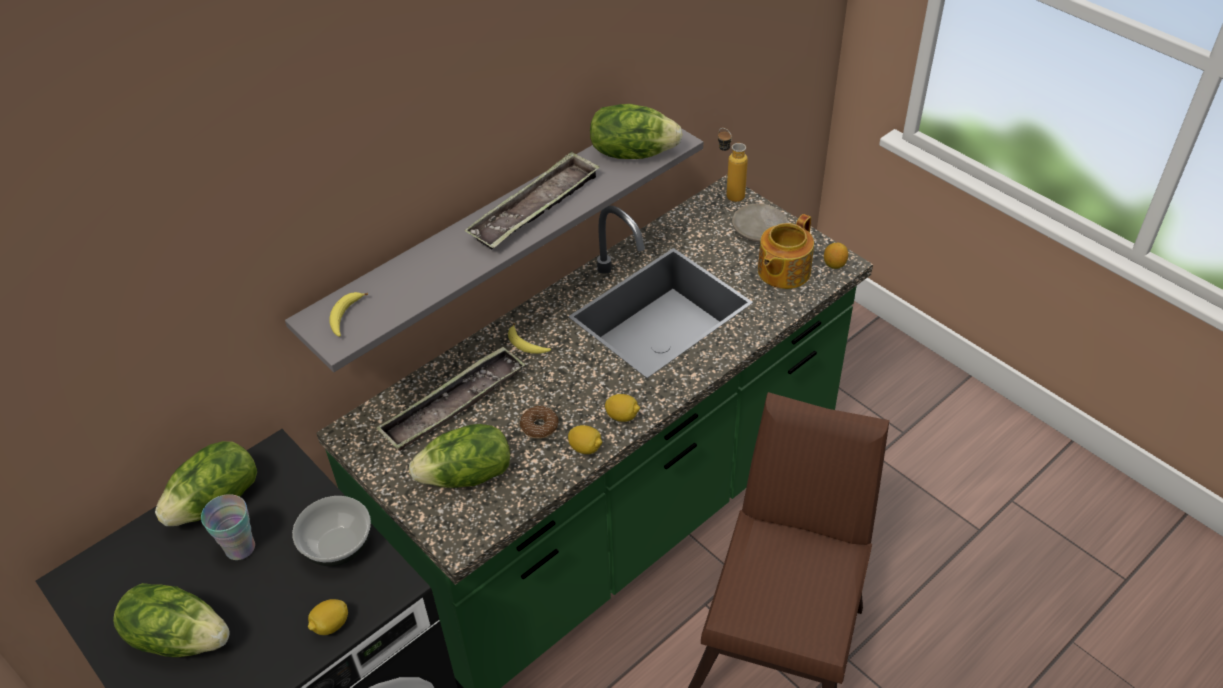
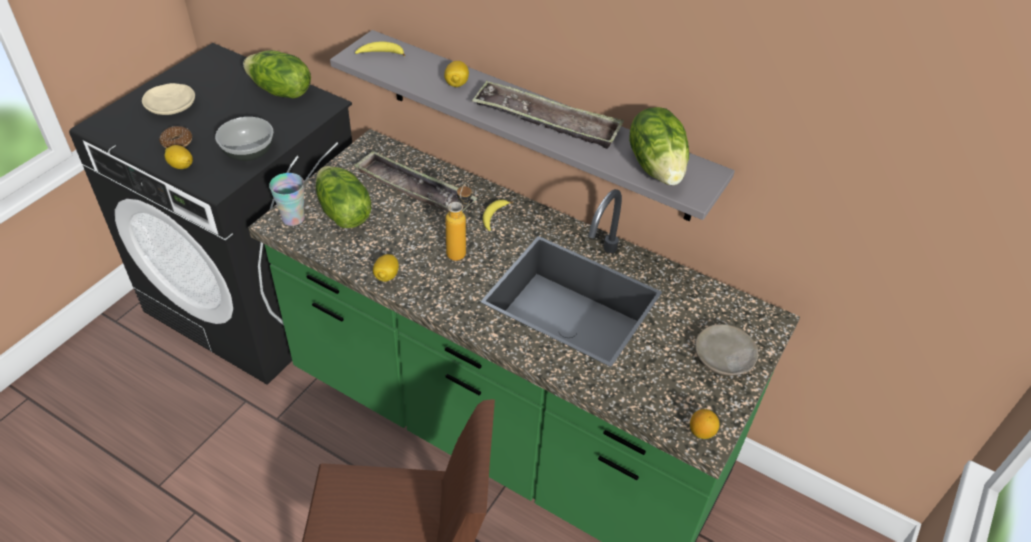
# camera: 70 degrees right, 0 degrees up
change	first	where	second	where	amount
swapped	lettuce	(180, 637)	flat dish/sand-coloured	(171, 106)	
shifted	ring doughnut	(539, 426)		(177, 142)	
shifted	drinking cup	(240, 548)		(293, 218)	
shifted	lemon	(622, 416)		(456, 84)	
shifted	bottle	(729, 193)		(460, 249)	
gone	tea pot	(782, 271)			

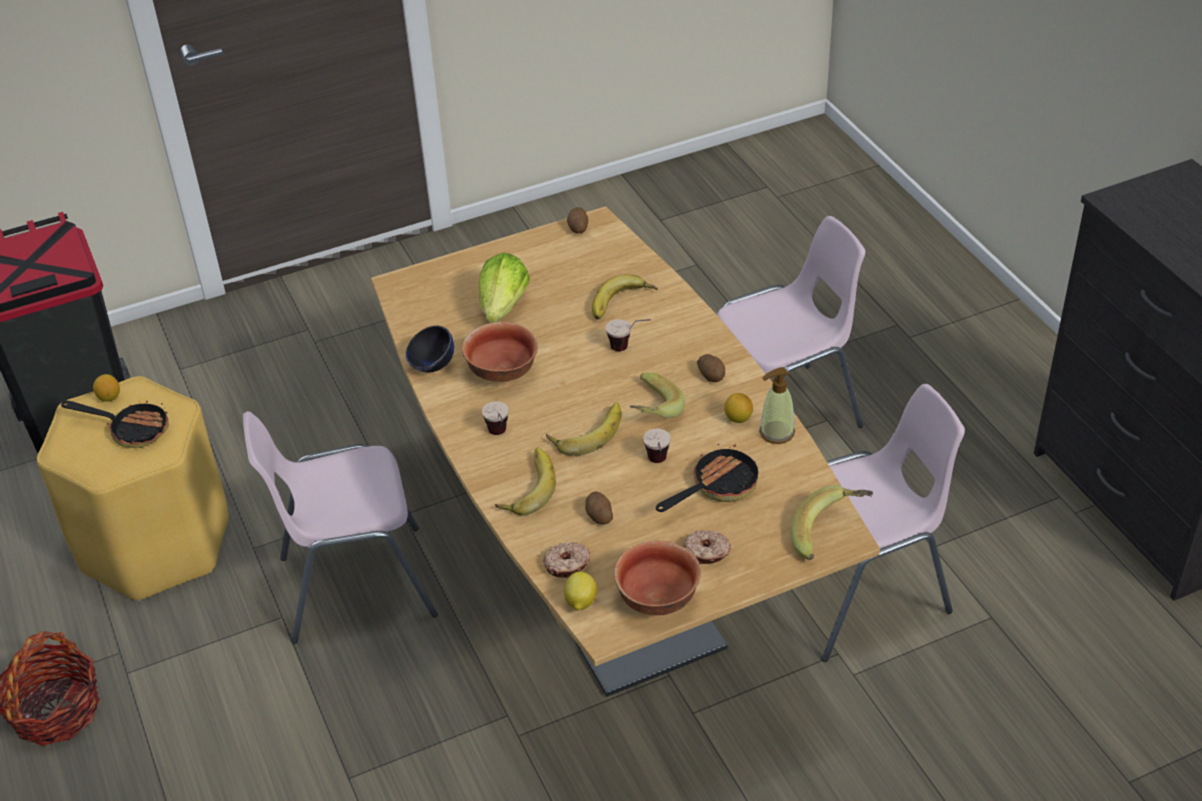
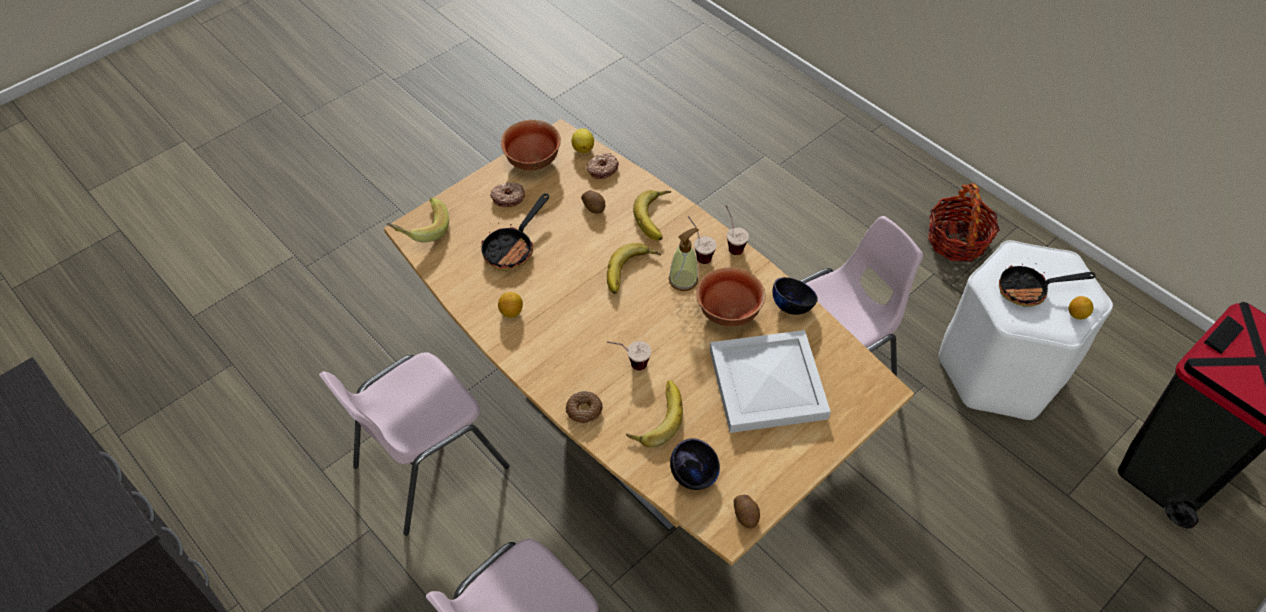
# camera: 160 degrees right, 10 degrees up
change	first	where	second	where	amount
new			ring doughnut	(584, 410)	
shifted	liquid soap bottle	(776, 432)		(683, 280)	
new			serving bowl/blackish	(694, 475)	
swapped	lettuce	(503, 307)	carrying tray/whitish	(766, 385)	
shifted	drinking cup	(658, 465)		(732, 243)	
repainted	sitting stool/yellow-coloured	(156, 543)	sitting stool/whitish	(1000, 370)	
gone	banana fruit	(649, 411)			
gone	spud	(712, 375)			

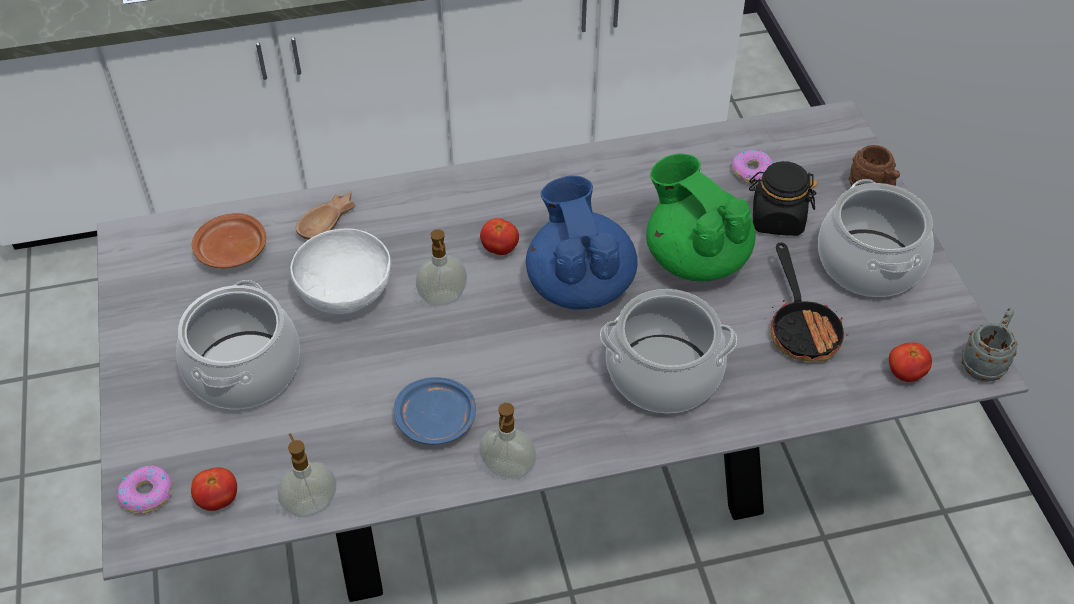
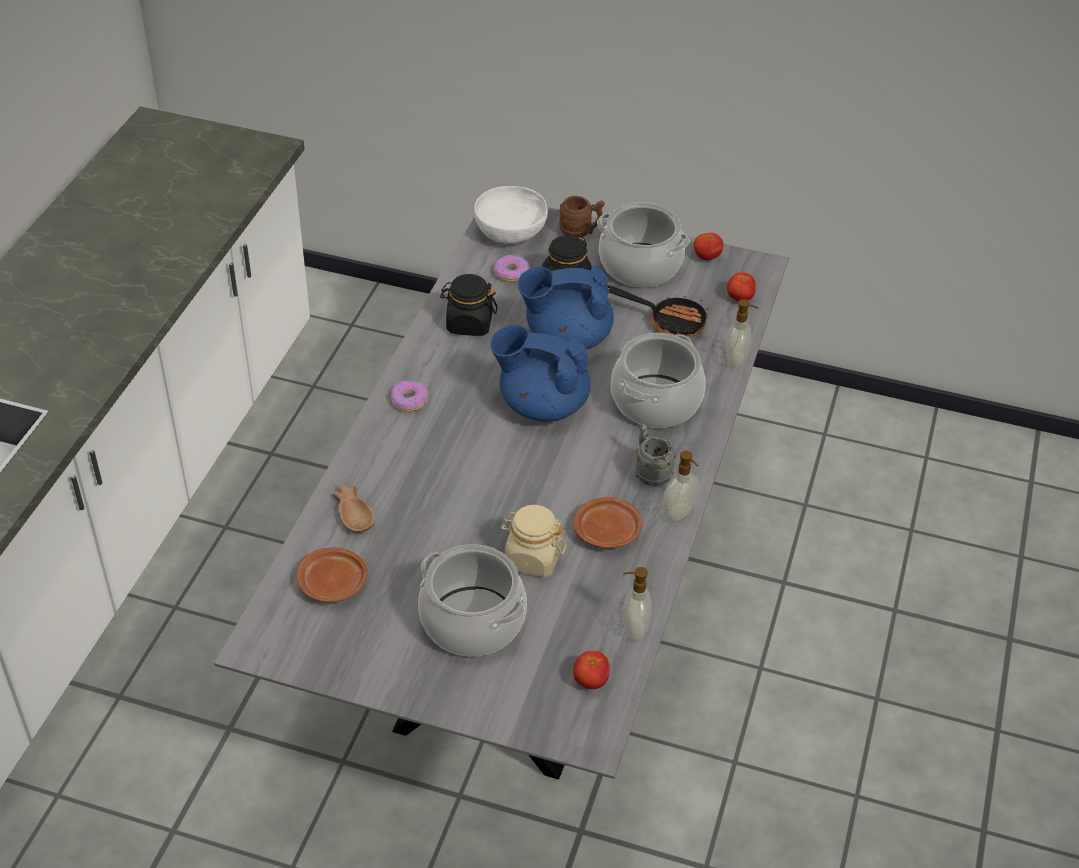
# camera: 60 degrees left, 5 degrees down
change	first	where	second	where	amount
shifted	ring doughnut	(146, 494)		(409, 400)	
new			jar/blackish	(469, 324)	
shifted	serving bowl/whitish	(346, 291)		(510, 231)	
new			jar/sand-coloured	(532, 558)	
repainted	tea pot/greenish	(695, 257)	tea pot/blue-coloured	(566, 338)	
repainted	flat dish/blue-coloured	(436, 420)	flat dish/brown-coloured	(608, 531)	
shifted	tea mug/gray	(985, 363)		(650, 472)	
shifted	tomato	(500, 249)		(706, 257)	
shifted	liquid soap bottle	(443, 299)		(737, 360)	

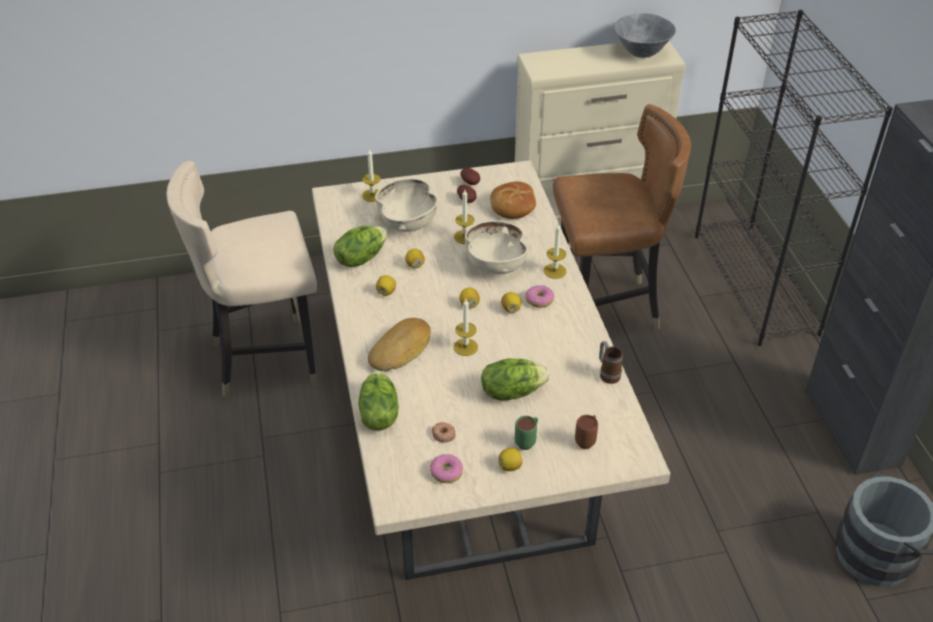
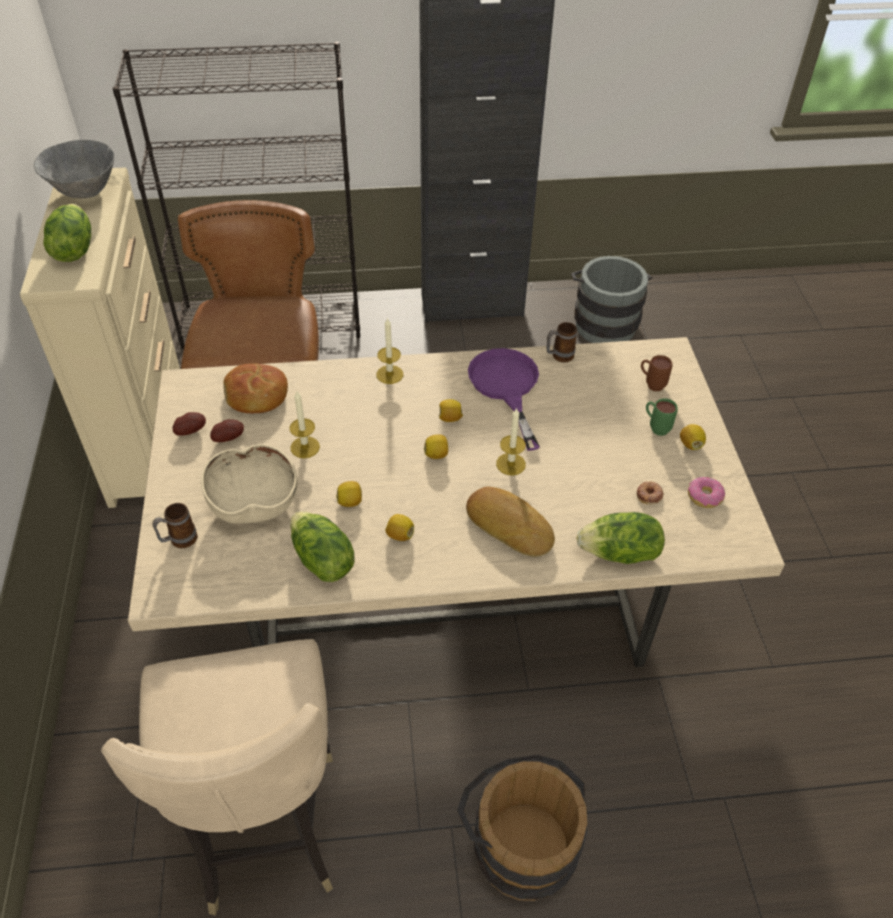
# camera: 85 degrees left, 5 degrees up
change	first	where	second	where	amount
shifted	lettuce	(512, 391)		(73, 250)	
swapped	candle	(372, 195)	tea mug	(179, 541)	
new			bucket/brown-coloured	(519, 841)	
new			pan/purple-coloured	(506, 387)	
gone	serving bowl/sand-coloured	(495, 264)			
gone	ring doughnut	(539, 300)			

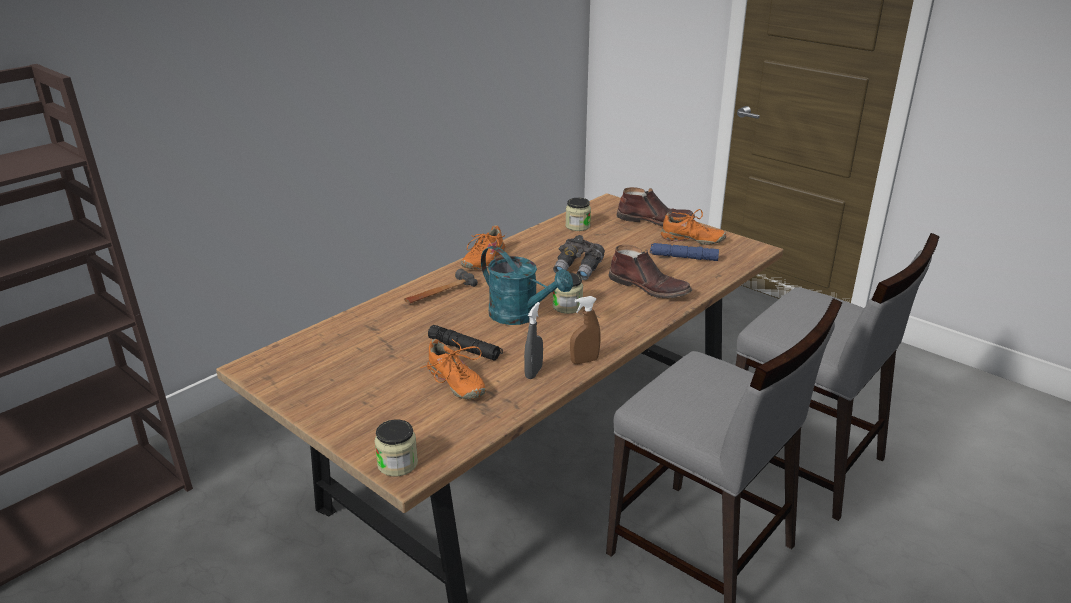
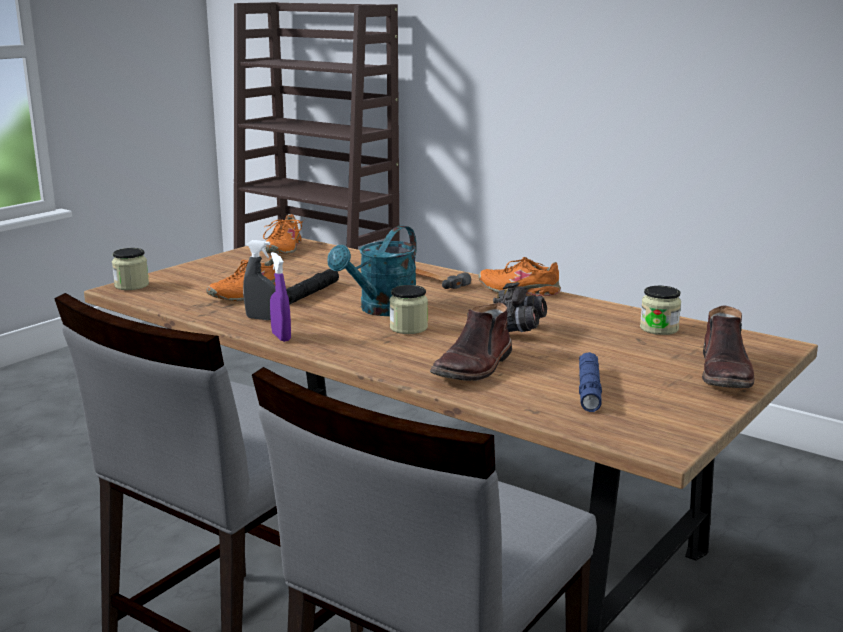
# camera: 85 degrees right, 10 degrees down
change	first	where	second	where	amount
shifted	low shoe/orange	(692, 240)		(282, 249)	
repainted	sprayer/brown-coloured	(584, 361)	sprayer/purple-coloured	(281, 337)	

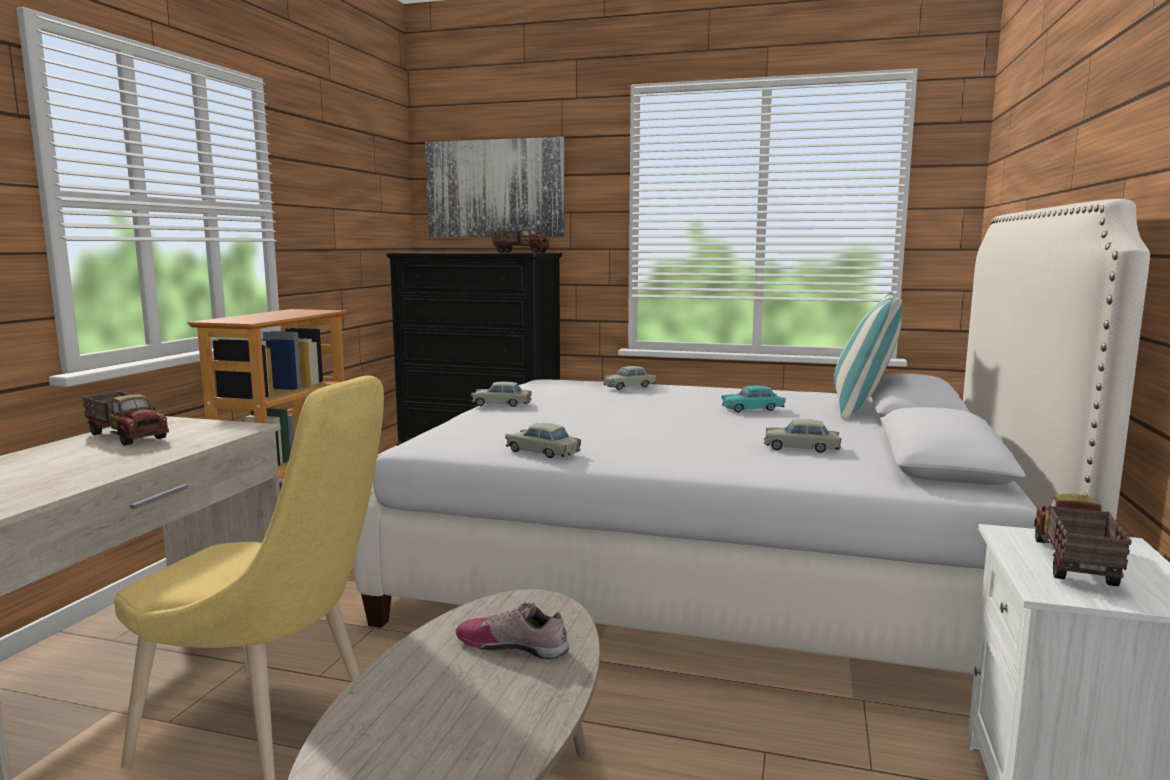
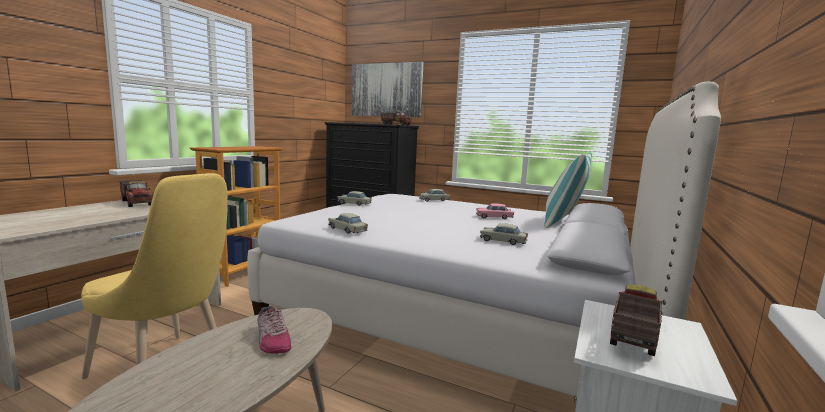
# camera: 10 degrees right, 0 degrees up
change	first	where	second	where	amount
rotated	low shoe	(513, 645)		(272, 340)	150 degrees counterclockwise
repainted	model car/turquoise-coloured	(752, 409)	model car/pink	(494, 217)	

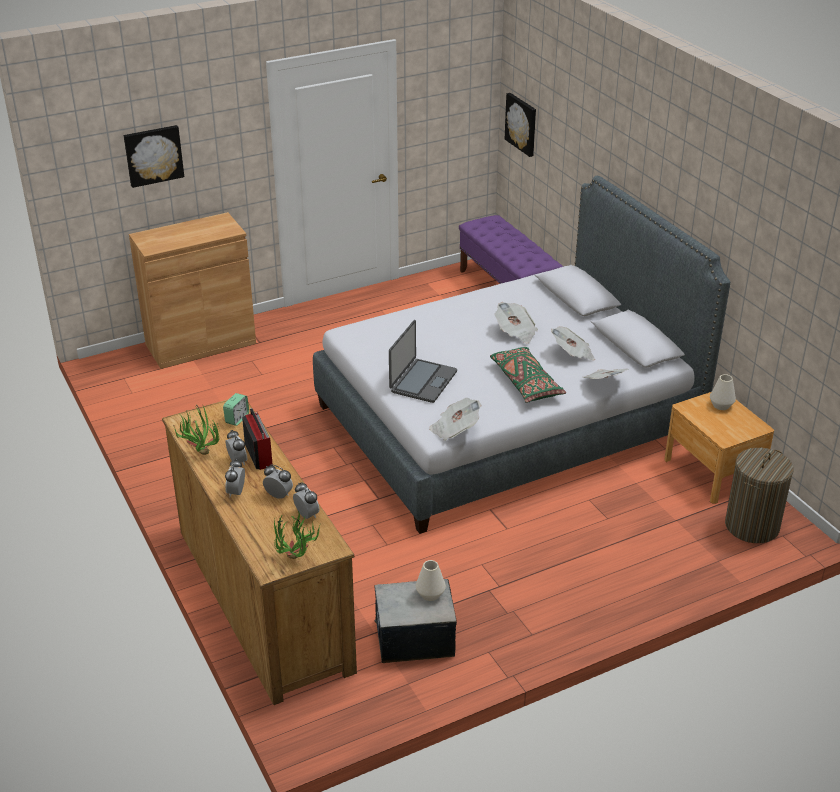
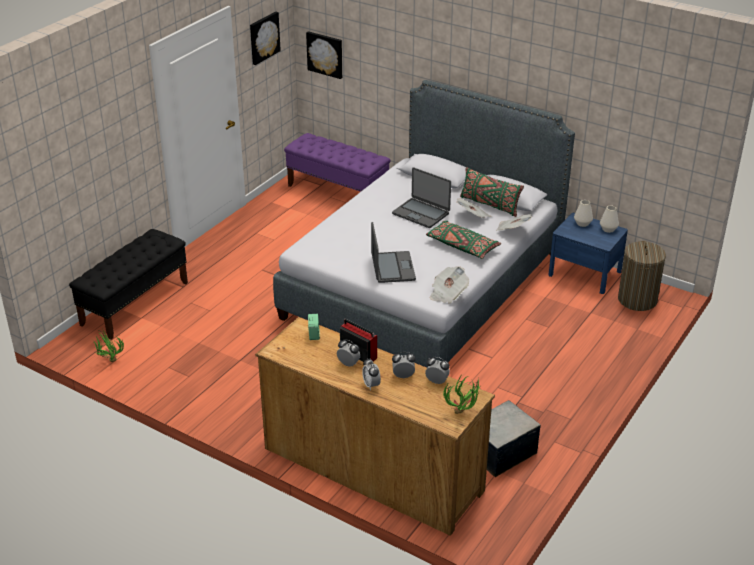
# camera: 30 degrees left, 0 degrees up
change	first	where	second	where	amount
swapped	cupboard/brown-coloured	(200, 344)	indoor bench/blackish	(135, 303)	
shifted	houseplant	(199, 452)		(109, 361)	
shifted	picture	(153, 155)		(263, 37)	
swapped	newspaper	(516, 332)	portable computer	(421, 213)	
new			throw pillow/greenish	(489, 204)	
repainted	bedside table/brown-coloured	(713, 472)	bedside table/blue-coloured	(584, 273)	
shifted	decorative vase/whitish	(430, 594)		(608, 229)	

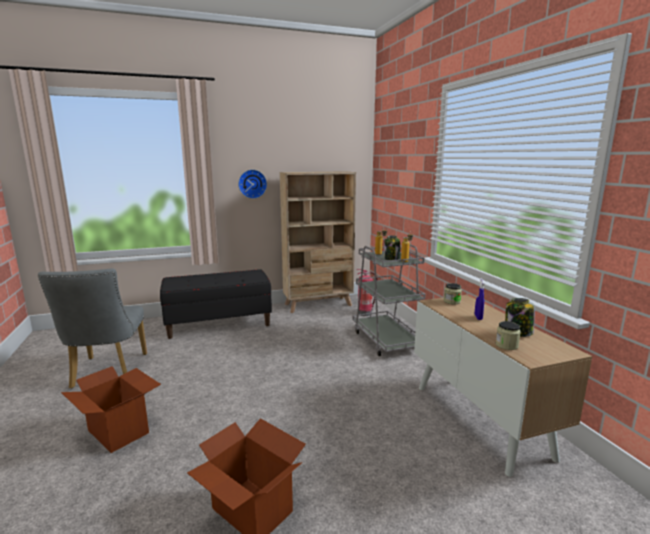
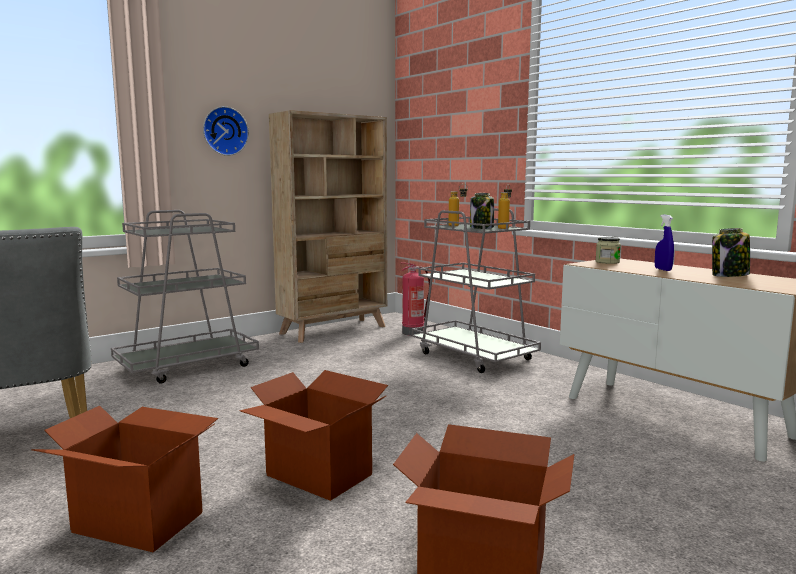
# camera: 20 degrees left, 5 degrees down
change	first	where	second	where	amount
swapped	indoor bench/blackish	(219, 323)	cart/gray	(188, 366)	
new			cardboard box	(318, 475)	
gone	jar	(506, 345)			

